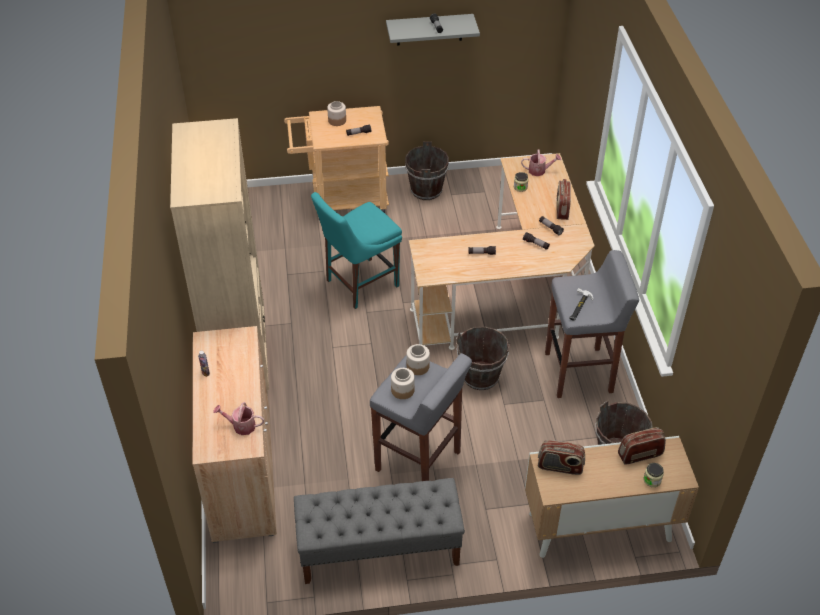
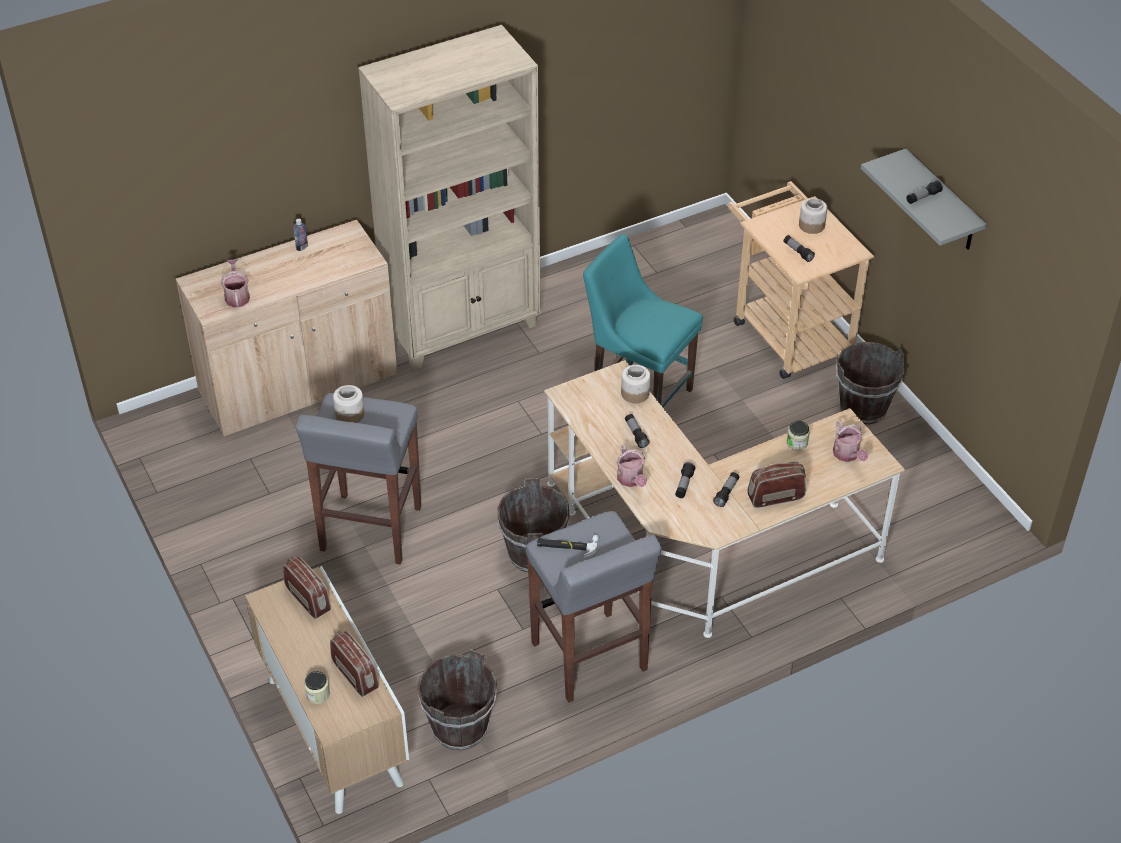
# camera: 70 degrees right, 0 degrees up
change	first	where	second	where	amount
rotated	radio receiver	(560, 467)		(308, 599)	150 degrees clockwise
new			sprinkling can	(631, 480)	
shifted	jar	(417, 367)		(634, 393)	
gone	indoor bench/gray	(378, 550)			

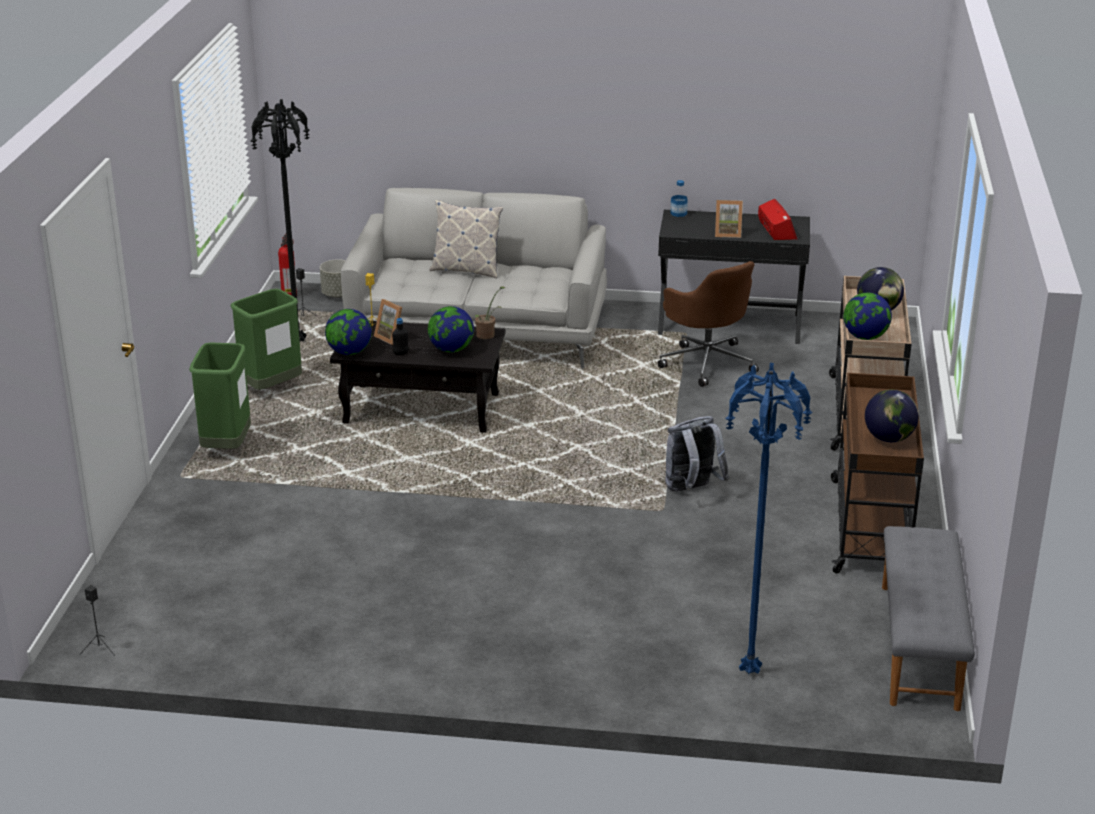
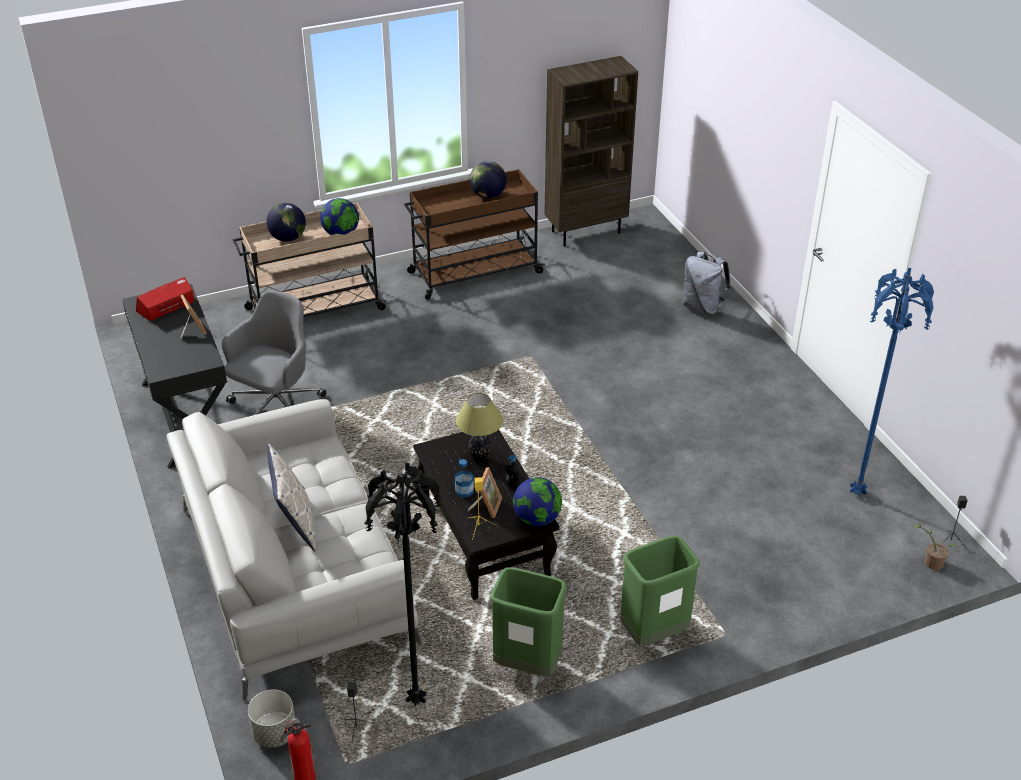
# camera: 120 degrees left, 10 degrees up
change	first	where	second	where	amount
repainted	computer chair/brown-coloured	(707, 362)	computer chair/gray	(276, 406)	
swapped	globe	(451, 349)	lamp for a table	(480, 459)	
shifted	bottle	(678, 213)		(464, 491)	
swapped	indoor bench/gray	(920, 645)	shelving unit/brown-coloured	(586, 231)	
shifted	knapsack/gray	(692, 490)		(702, 307)	
shifted	floor lamp/blue-coloured	(749, 673)		(859, 492)	
shifted	houseplant	(488, 334)		(930, 562)	

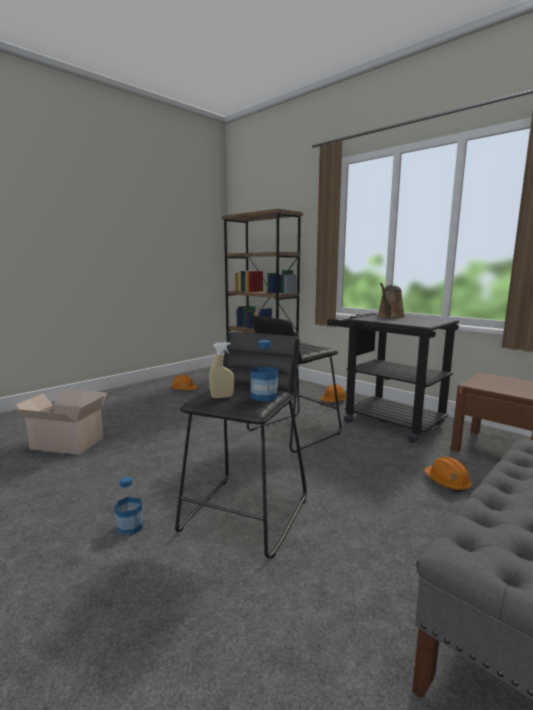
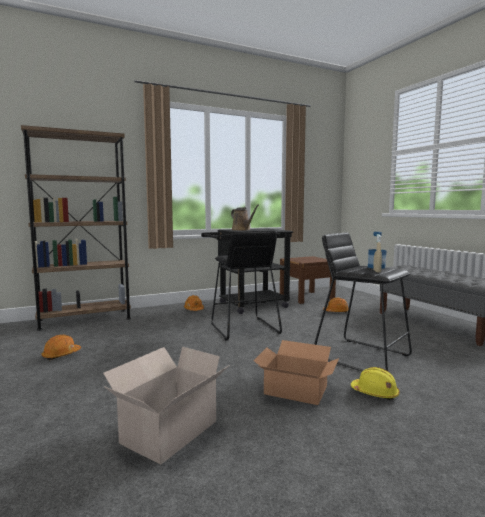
# camera: 70 degrees left, 5 degrees down
change	first	where	second	where	amount
new			cardboard box	(296, 390)	
swapped	bottle	(130, 527)	safety helmet/yellow-coloured	(375, 393)	

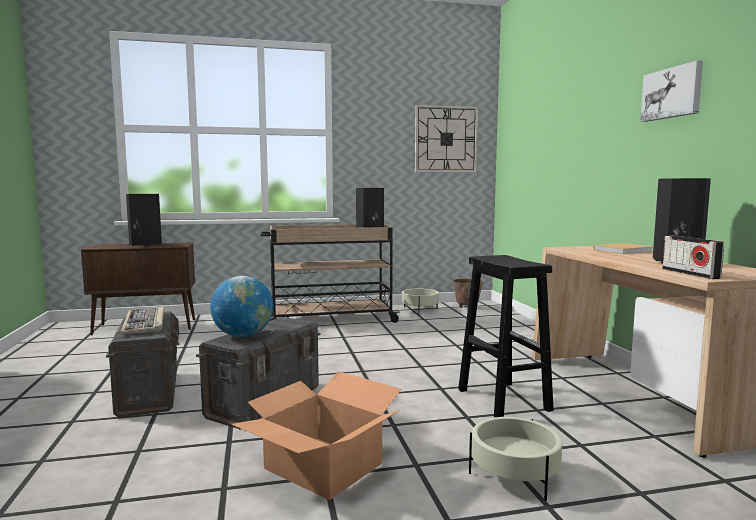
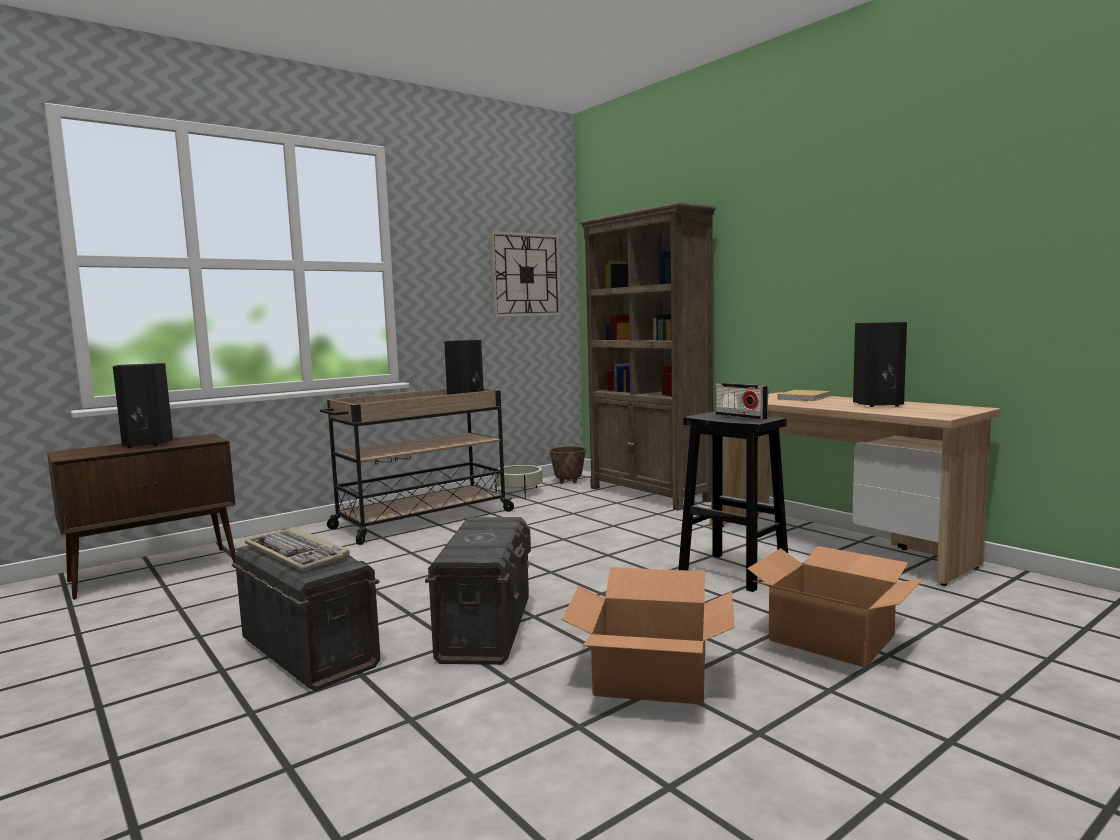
# camera: 25 degrees left, 0 degrees up
change	first	where	second	where	amount
new			shelving unit/brown-coloured	(649, 494)	
shifted	radio receiver	(690, 273)		(741, 416)	
swapped	plant pot/sand-coloured	(514, 476)	cardboard box	(831, 637)	
gone	globe	(243, 335)			
gone	picture	(672, 93)			

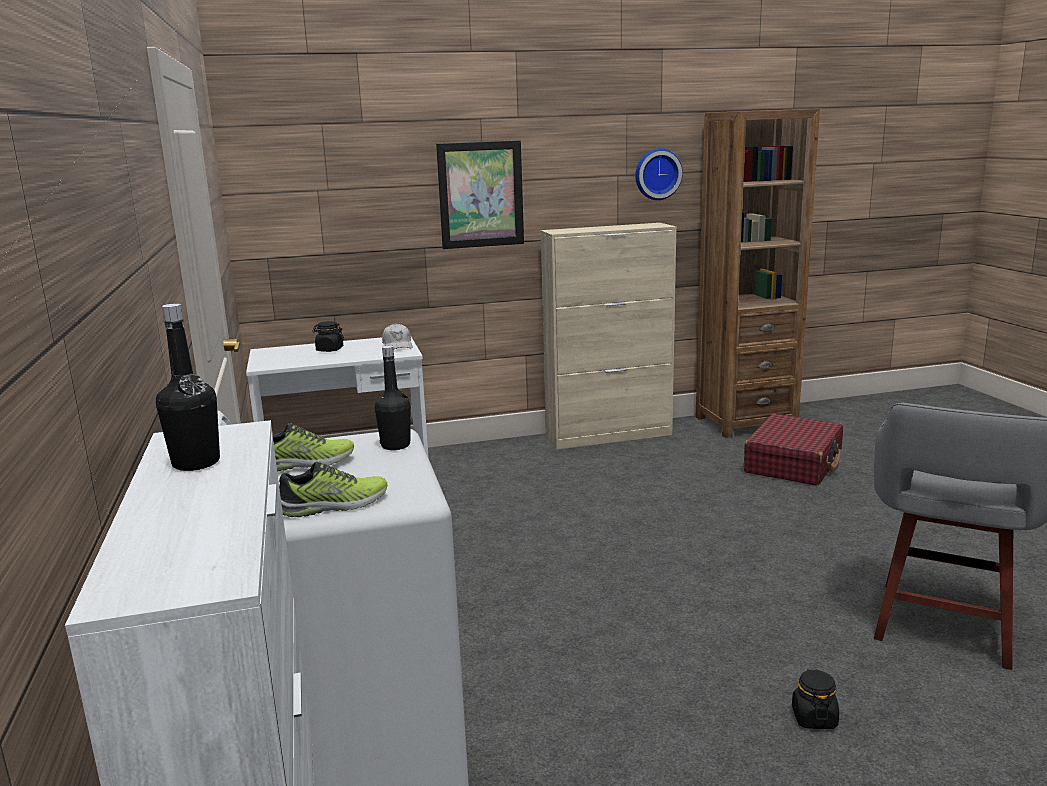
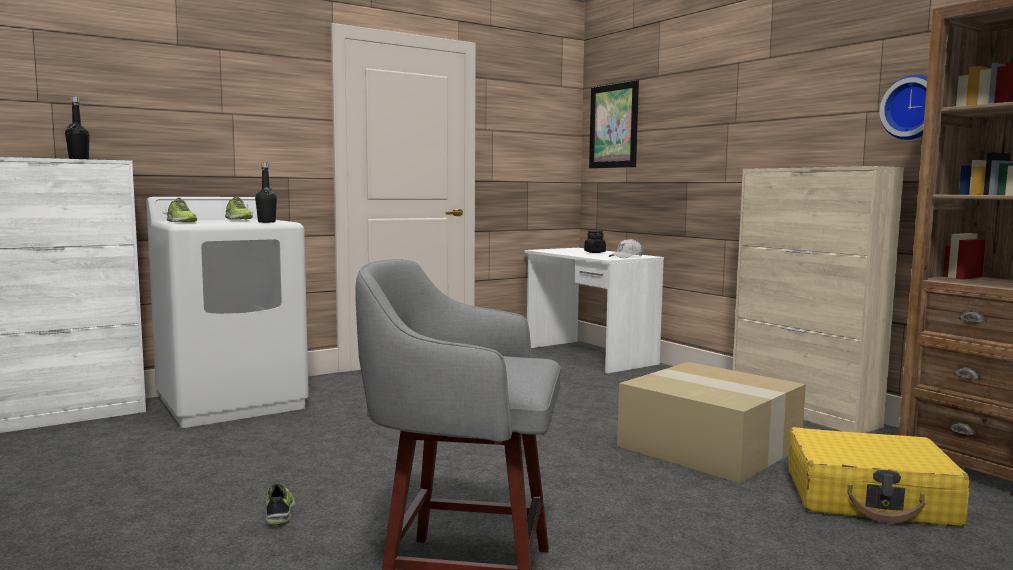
# camera: 70 degrees right, 10 degrees down
change	first	where	second	where	amount
swapped	jar/blackish	(814, 718)	low shoe	(279, 511)	
shifted	picture	(481, 194)		(613, 126)	
new			cardboard box	(712, 446)	
repainted	piece of luggage/red	(793, 464)	piece of luggage/yellow-coloured	(869, 498)	

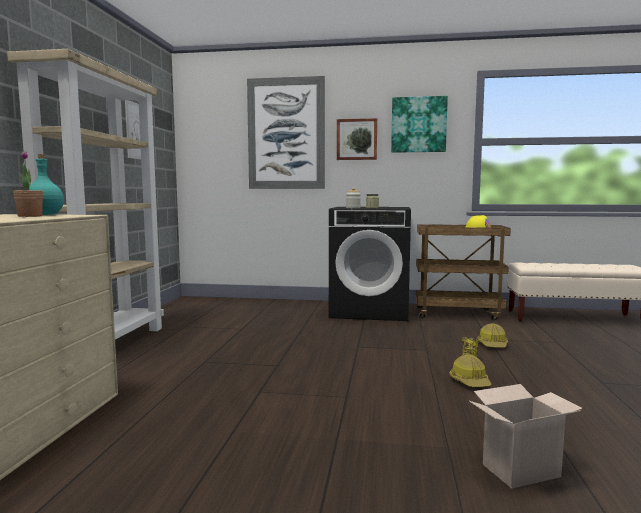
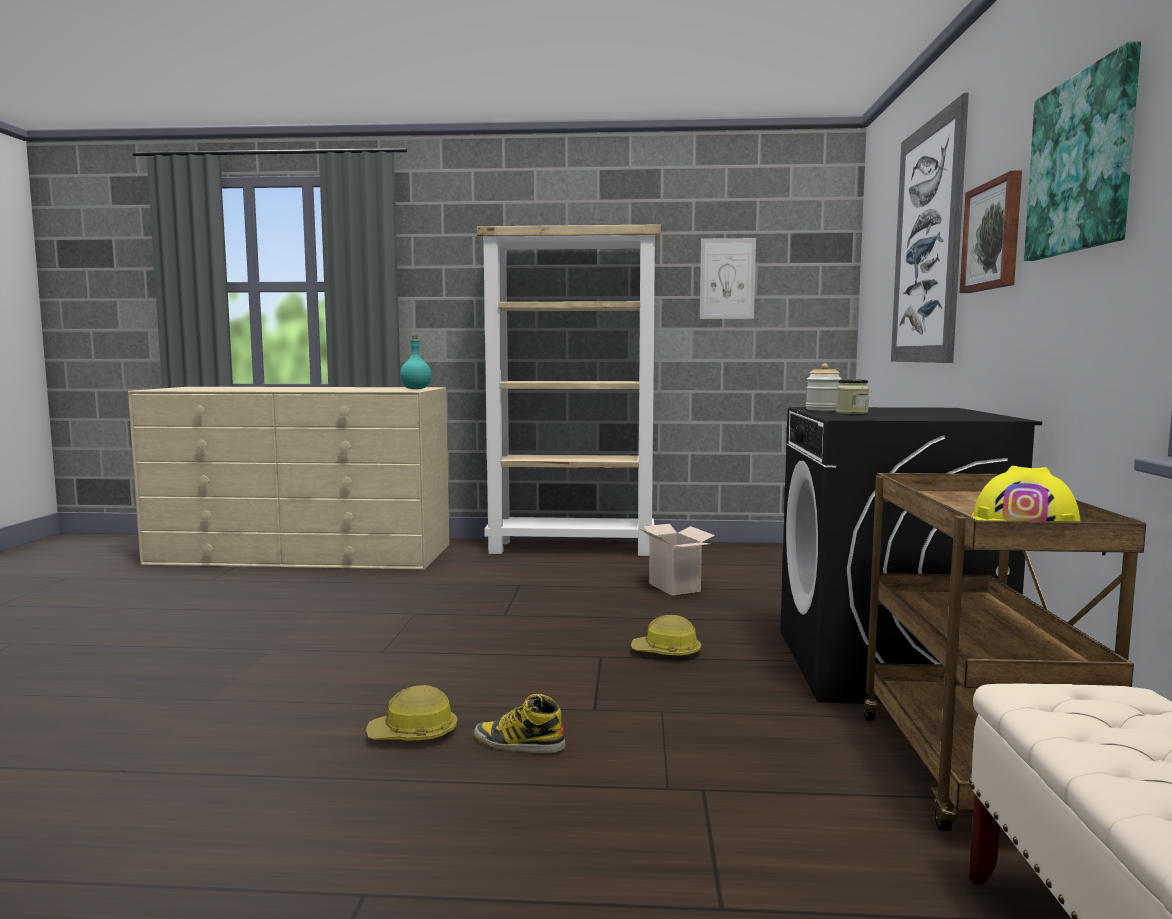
# camera: 85 degrees right, 0 degrees up
change	first	where	second	where	amount
shifted	safety helmet	(493, 345)		(666, 652)	
shifted	cardboard box	(521, 469)		(676, 587)	
gone	houseplant	(30, 216)			

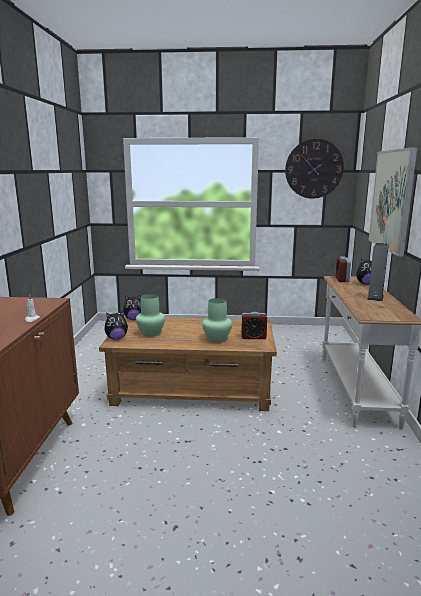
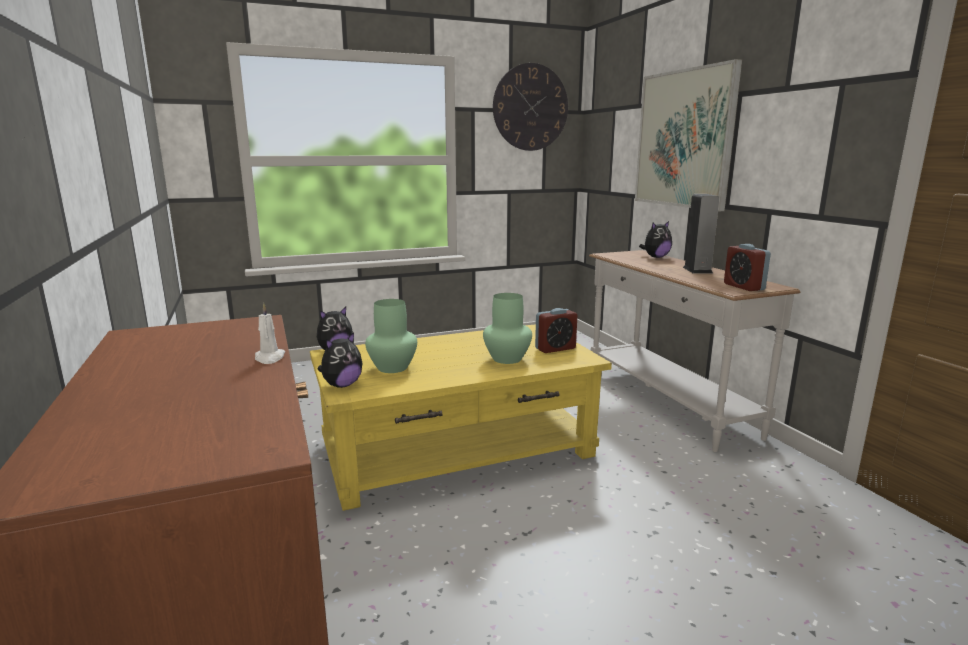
# camera: 25 degrees left, 0 degrees up
change	first	where	second	where	amount
repainted	lounge table/brown-coloured	(193, 389)	lounge table/yellow-coloured	(458, 450)	
shifted	alarm clock	(342, 280)		(743, 287)	

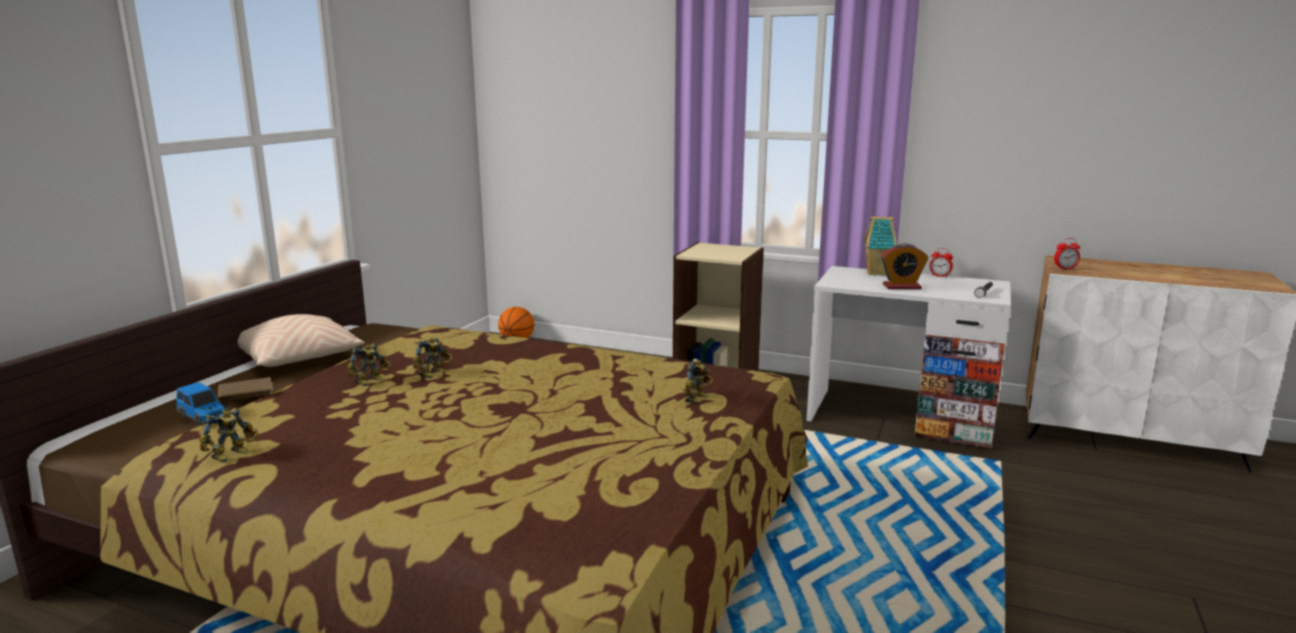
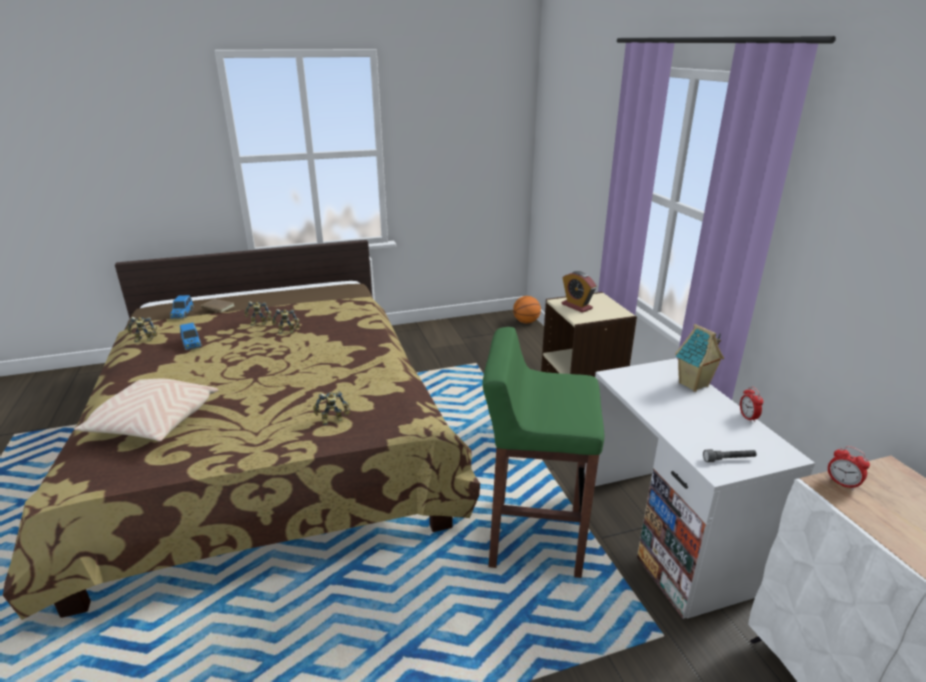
# camera: 50 degrees right, 10 degrees up
change	first	where	second	where	amount
shifted	throw pillow/sand-coloured	(300, 359)		(154, 423)	
new			model car	(191, 344)	
new			sitting stool/greenish	(534, 536)	
shifted	alarm clock	(901, 287)		(576, 306)	

